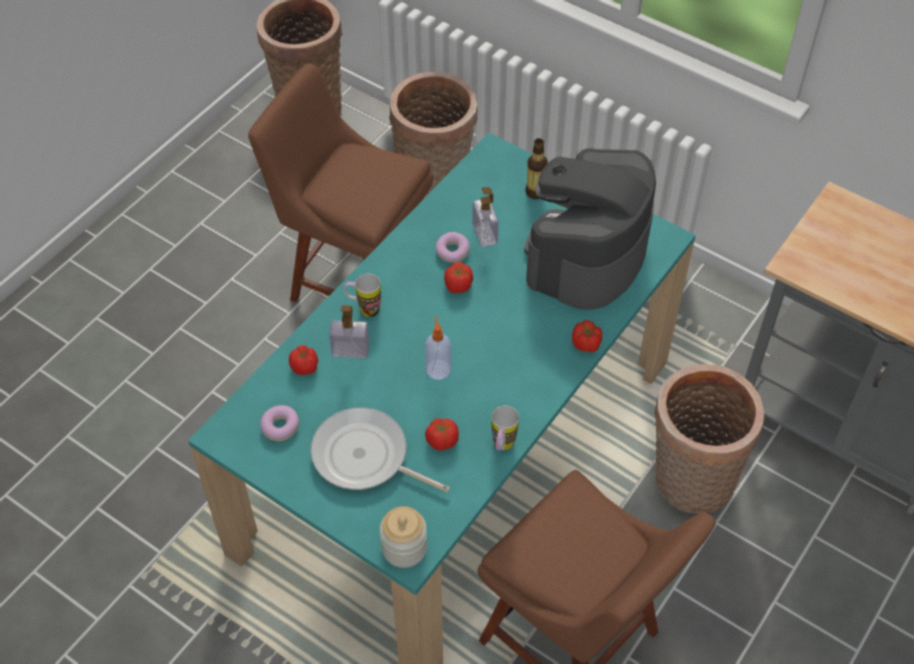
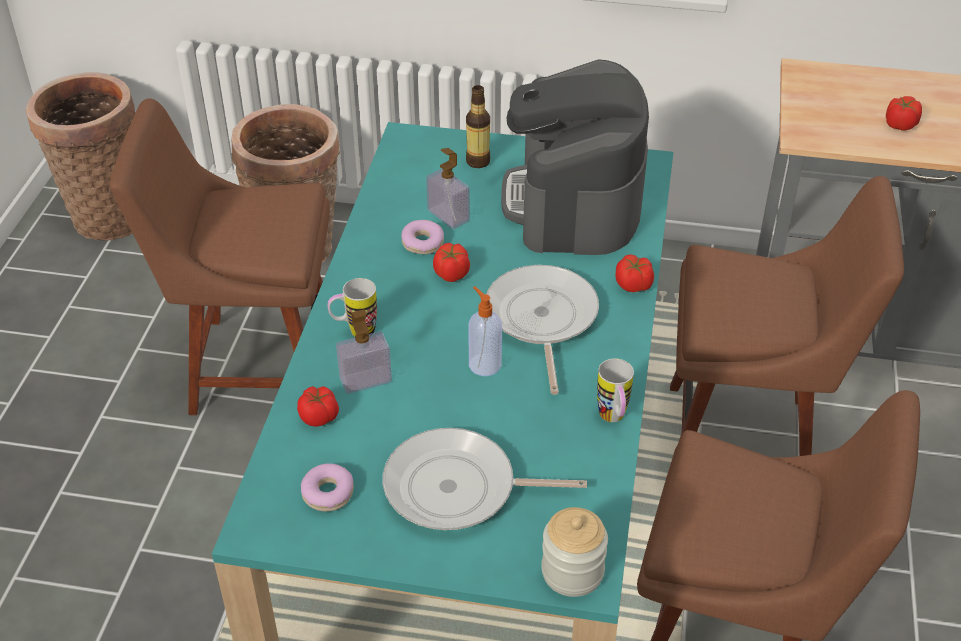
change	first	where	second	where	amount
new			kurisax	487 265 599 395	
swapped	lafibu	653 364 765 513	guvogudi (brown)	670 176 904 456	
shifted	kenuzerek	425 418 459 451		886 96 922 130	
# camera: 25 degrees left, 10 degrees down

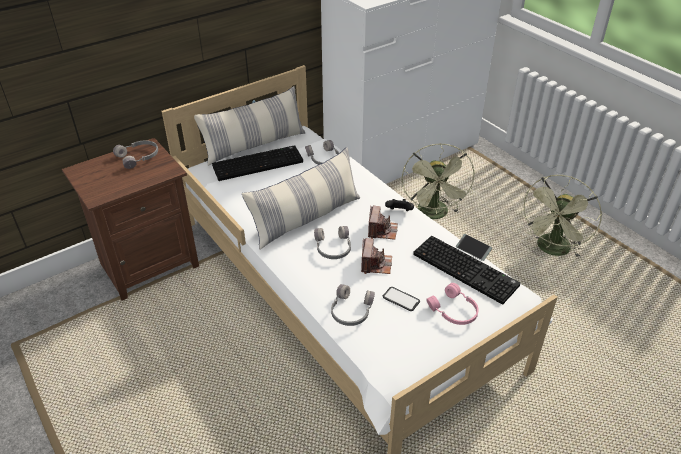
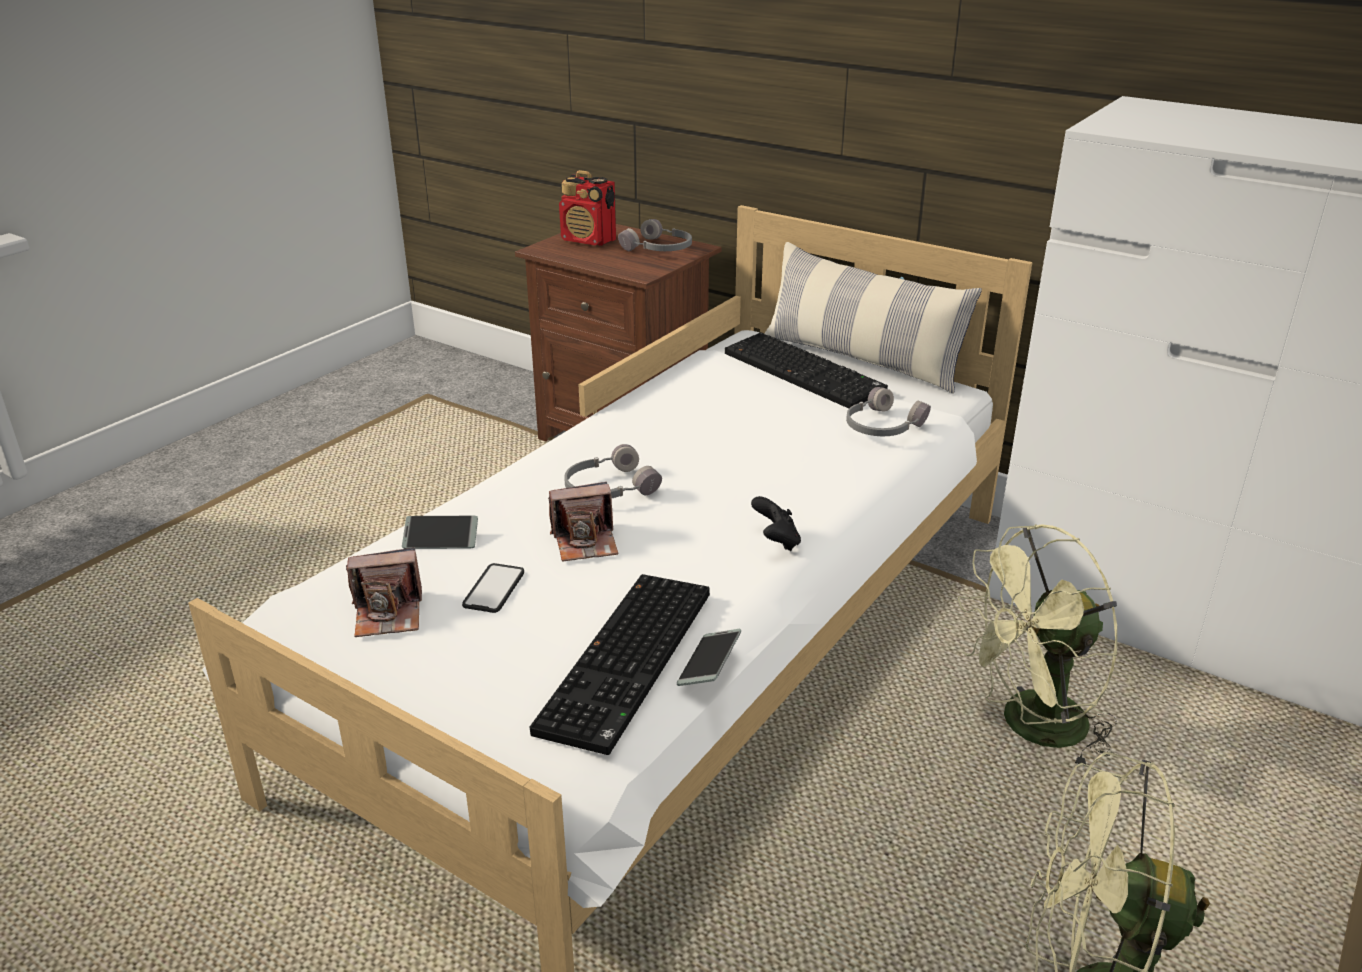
change	first	where	second	where	amount
shifted	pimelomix	368 206 398 240		346 548 422 637	
swapped	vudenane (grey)	331 284 375 326	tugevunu	402 516 478 549	
new			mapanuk	559 170 616 246	
gone	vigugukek	242 147 360 250			
gone	vudenane (pink)	426 283 479 325			
# camera: 70 degrees right, 10 degrees down

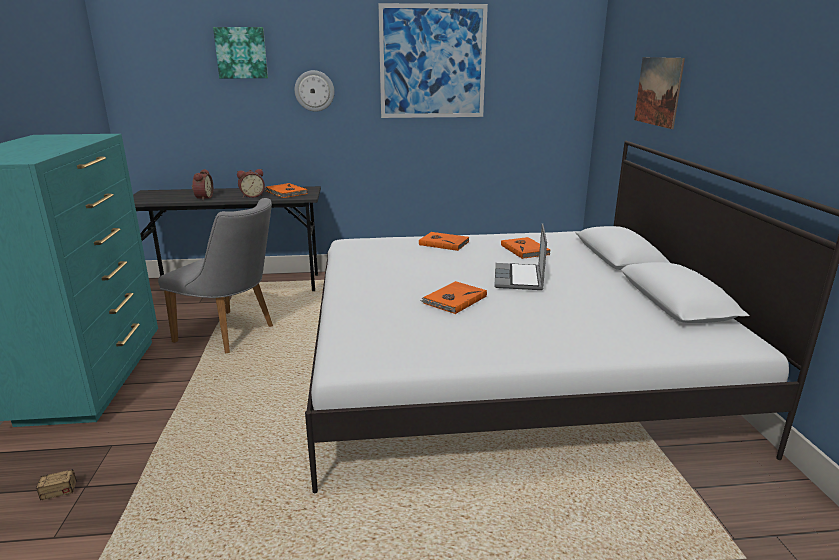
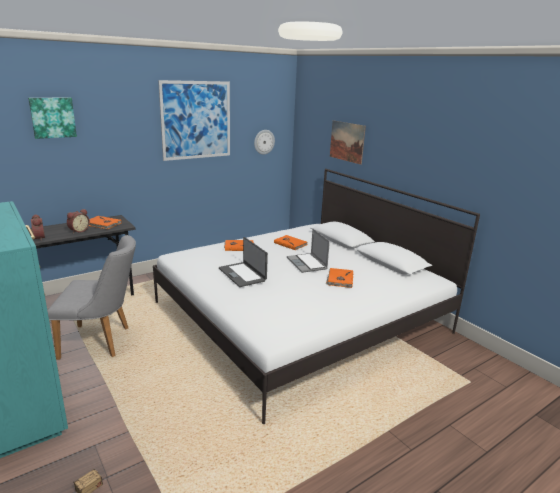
change	first	where	second	where	amount
new			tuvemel	219 237 268 287	
shifted	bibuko	295 70 334 112		254 130 275 155	
shifted	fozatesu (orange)	421 281 487 314		326 268 353 288	
# camera: 30 degrees left, 0 degrees up

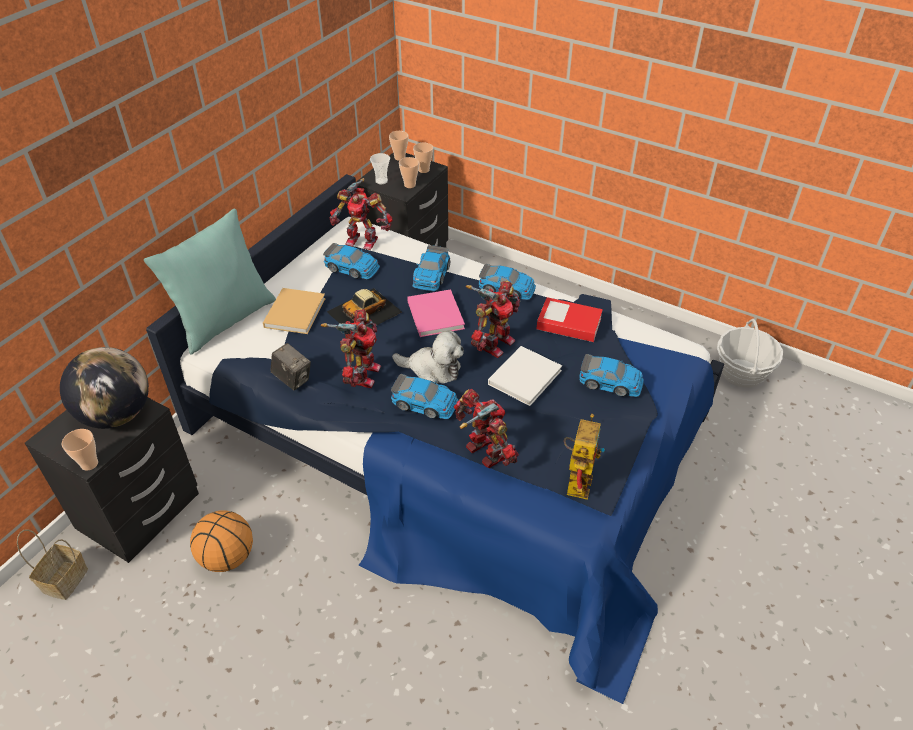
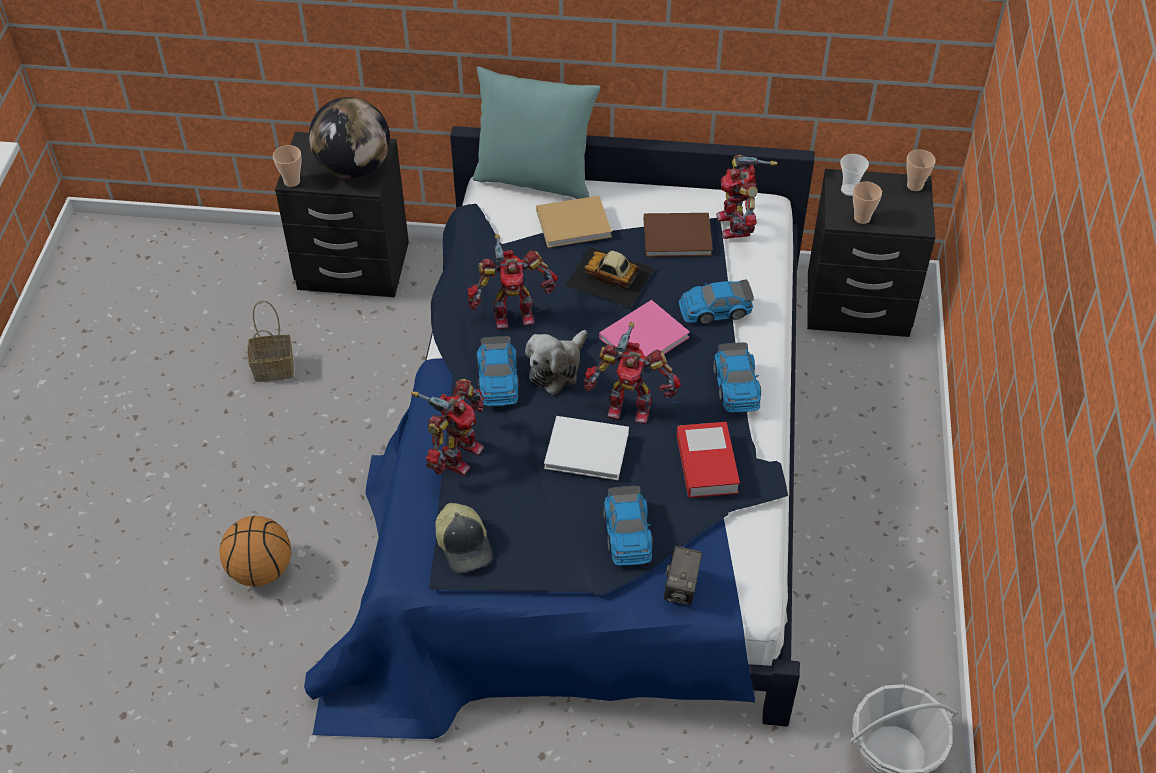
change	first	where	second	where	amount
shifted	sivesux	190 510 253 572		219 516 291 587	
shifted	lafibu	17 529 88 600		247 300 294 382	
swapped	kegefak	564 414 605 500	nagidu	435 503 493 573	
rotated	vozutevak	392 330 464 384		525 330 587 395	45 degrees clockwise
swapped	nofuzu	323 243 380 279	fozatesu (brown)	644 213 713 257	
shifted	pimelomix	270 343 311 390		664 546 703 605	
gone	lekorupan	413 143 433 173			
# camera: 65 degrees right, 5 degrees up

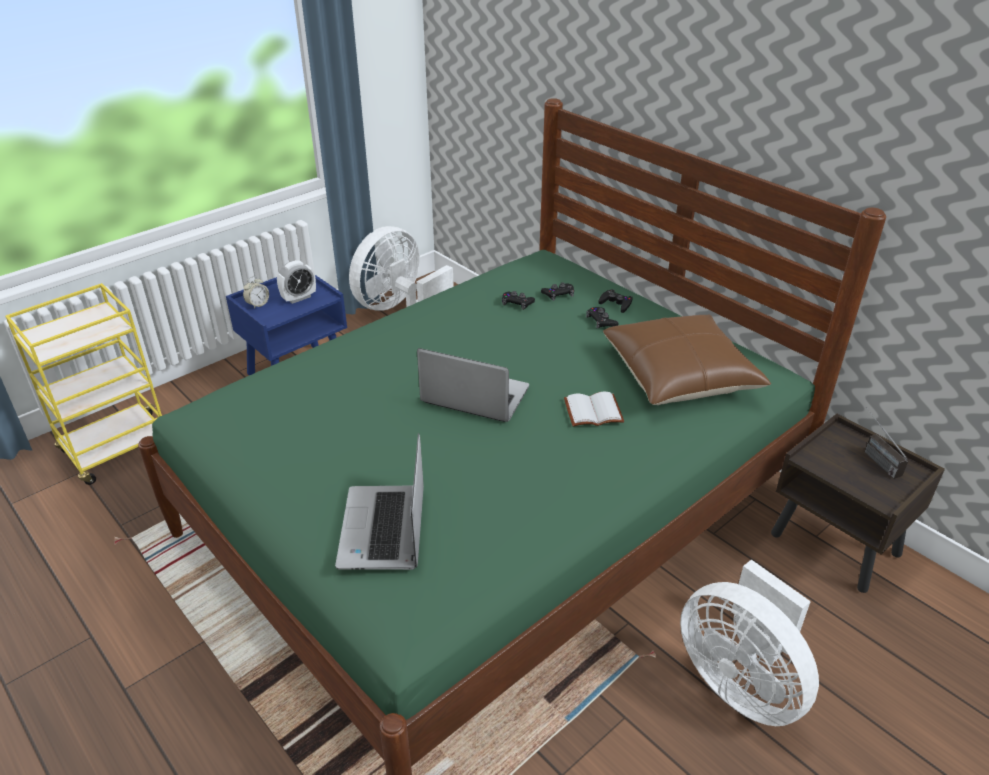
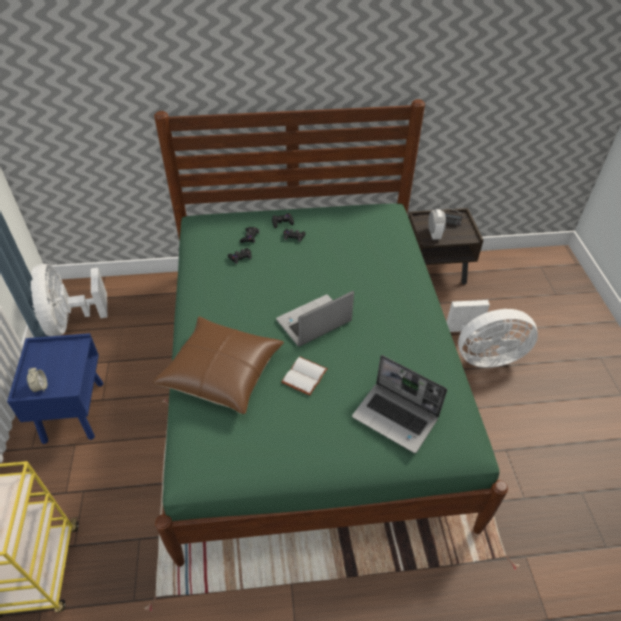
change	first	where	second	where	amount
shifted	vigugukek (brown)	603 315 771 405		153 317 284 414	
shifted	fozatesu (white)	564 392 624 426		281 356 328 396	
shifted	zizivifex	277 260 316 304		428 209 446 240	
# camera: 55 degrees left, 10 degrees up

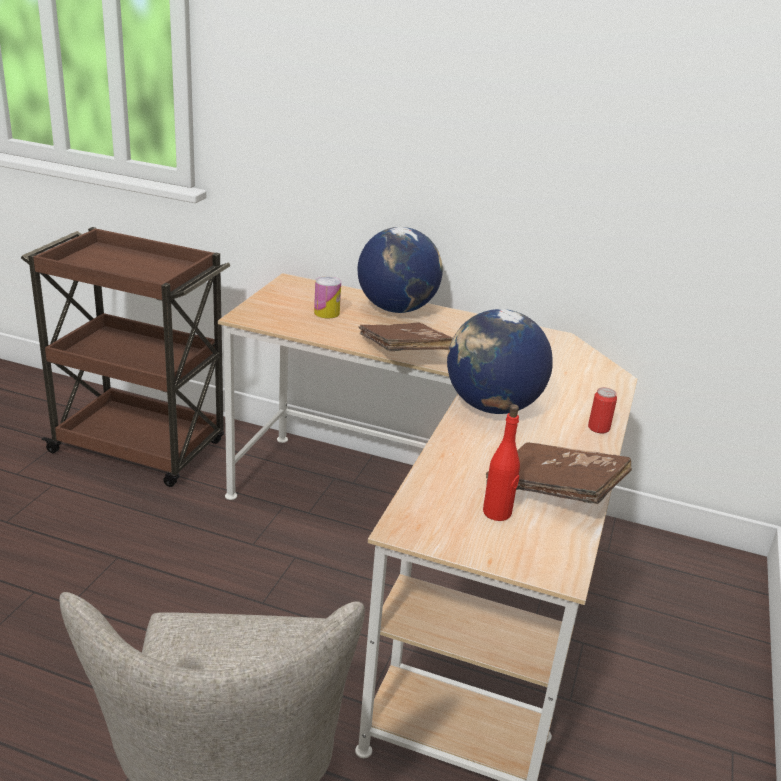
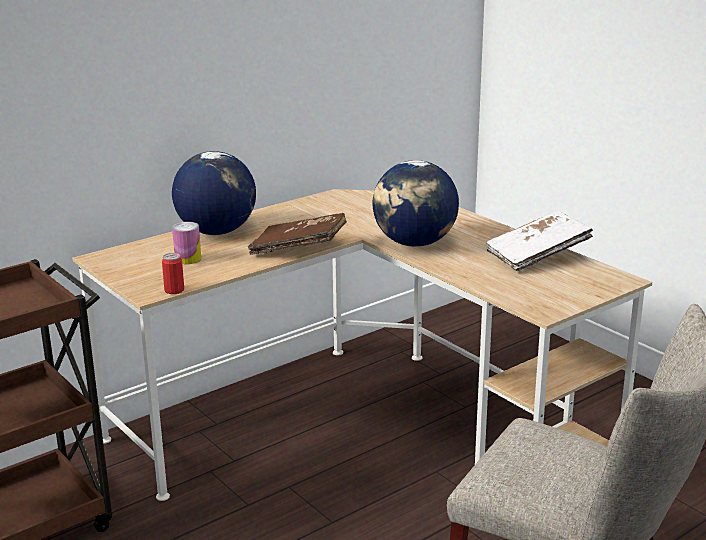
change	first	where	second	where	amount
shifted	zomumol	588 387 617 434		162 253 184 294	
repainted	fozatesu (brown)	486 443 632 504	fozatesu (white)	486 211 593 271	
gone	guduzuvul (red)	483 404 520 521			
# camera: 55 degrees left, 5 degrees down

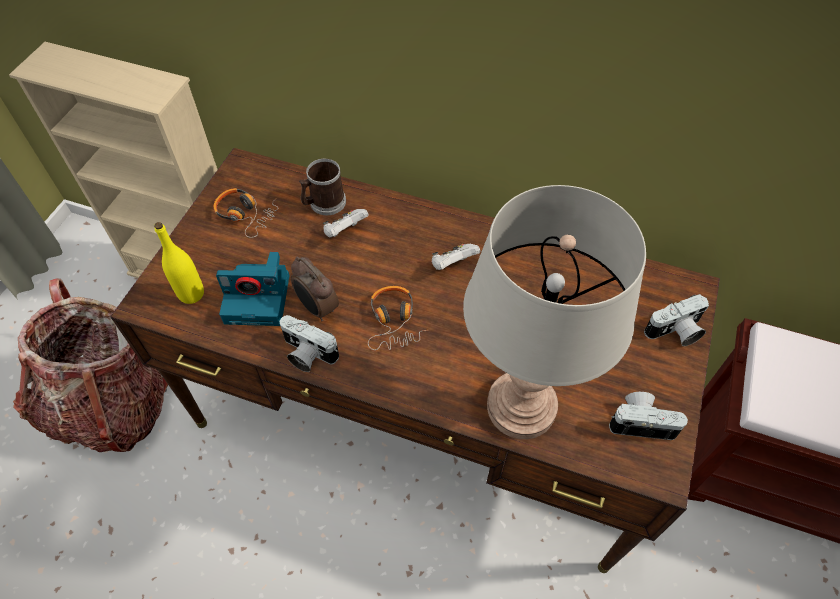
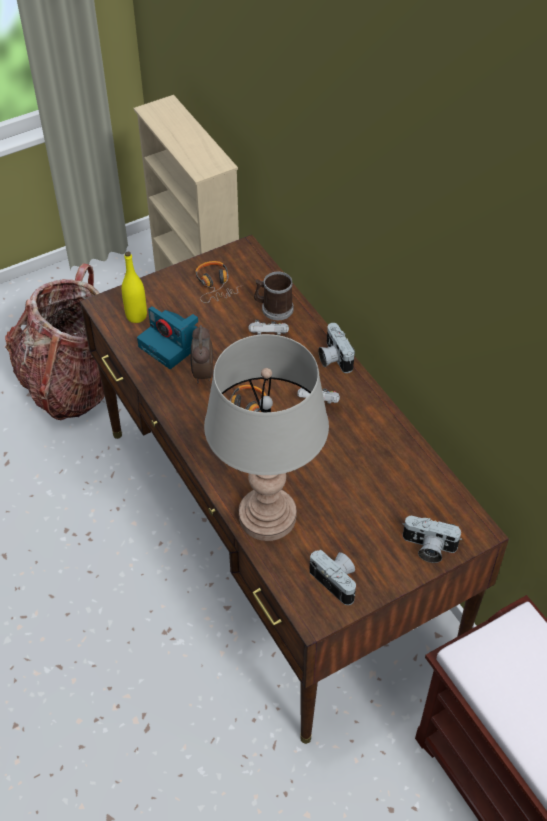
change	first	where	second	where	amount
shifted	pimelomix	280 315 339 372		318 323 355 373	
# camera: 40 degrees right, 5 degrees down

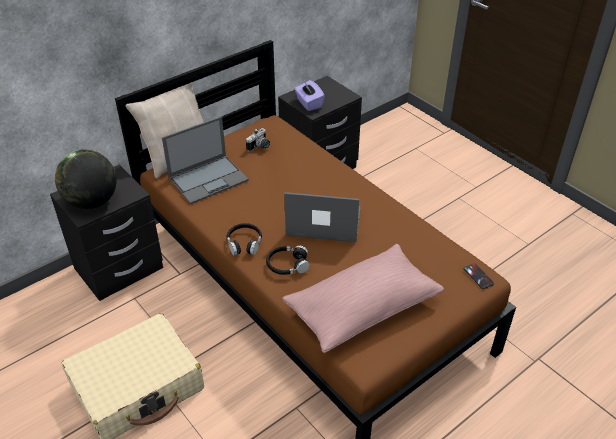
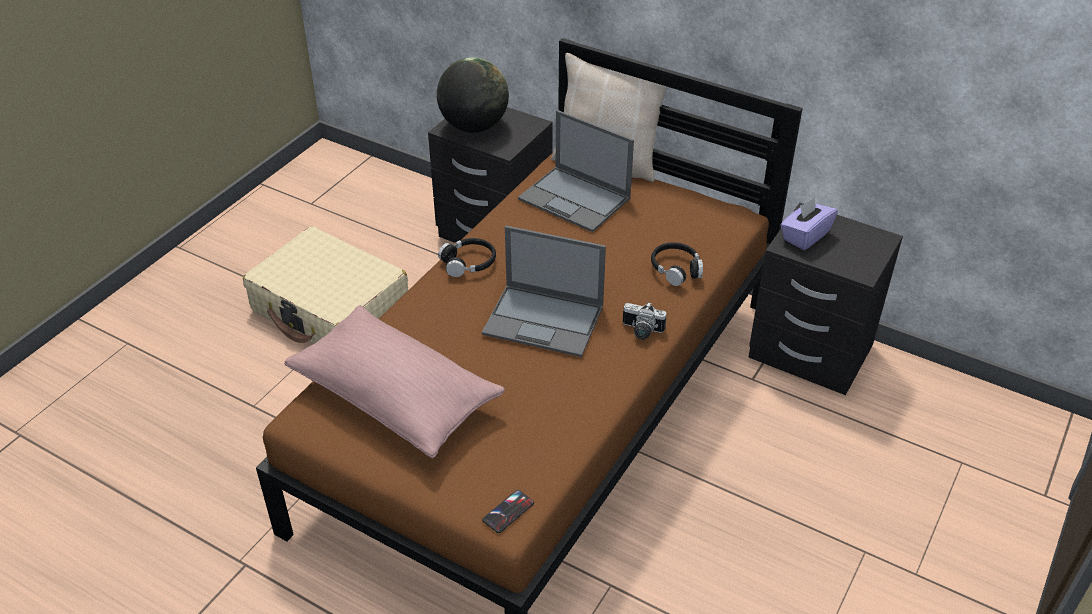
change	first	where	second	where	amount
rotated	tuvemel	284 192 361 242		482 226 606 357	120 degrees clockwise
shifted	pimelomix	246 128 270 151		623 303 667 340	
shifted	vudenane (black)	266 245 310 275		651 242 703 286	
# camera: 70 degrees right, 0 degrees up

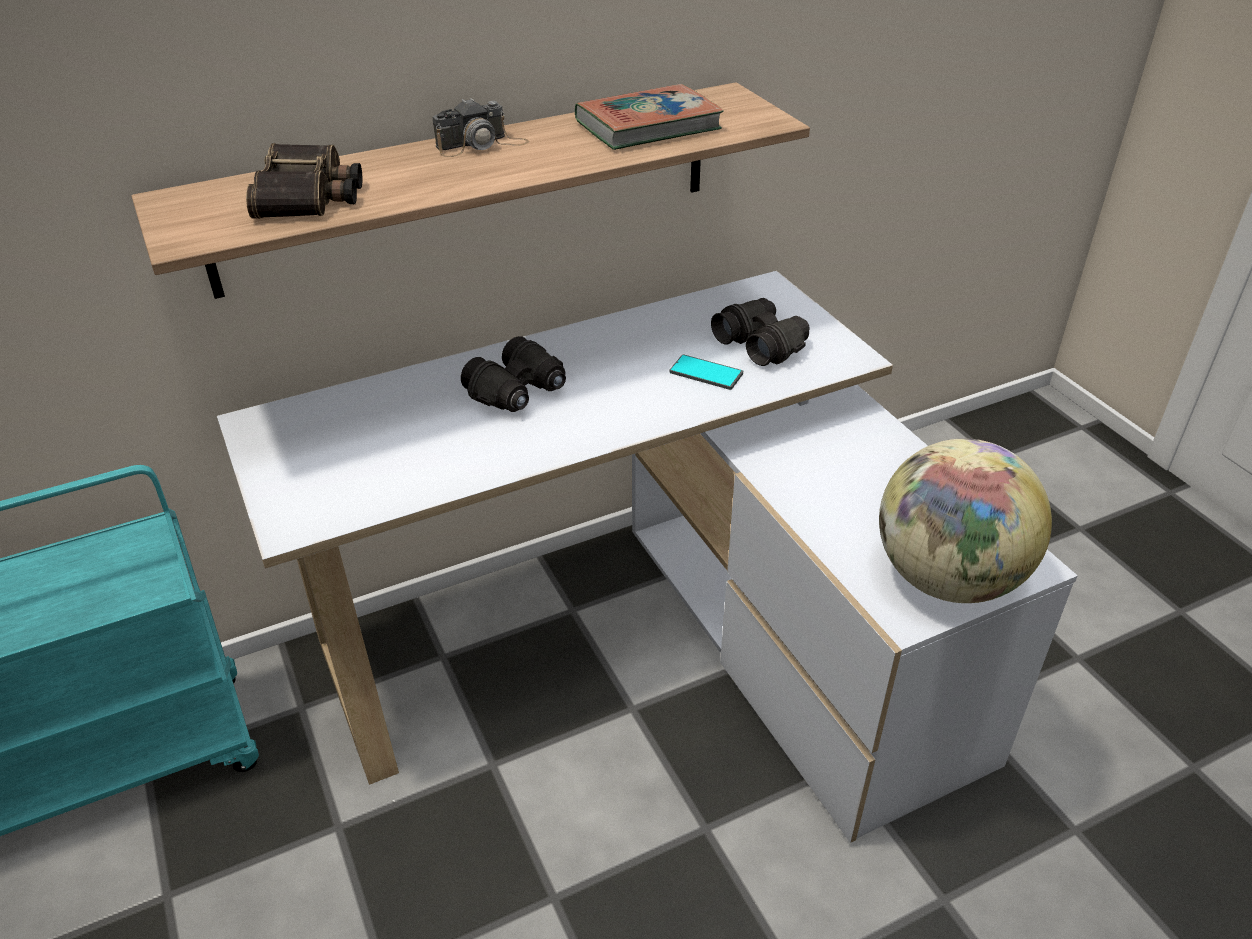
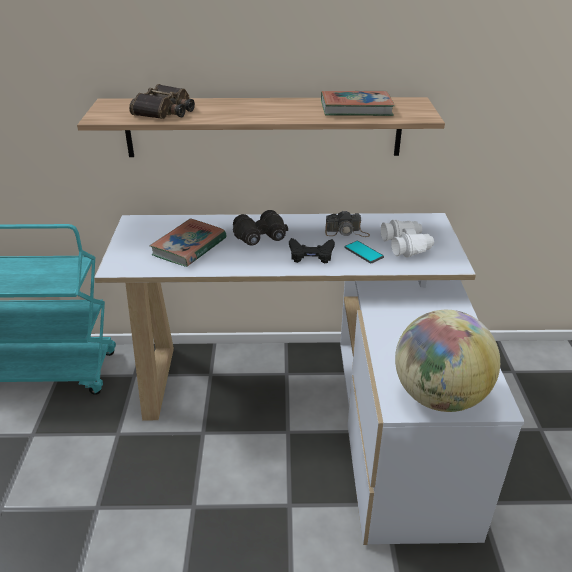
change	first	where	second	where	amount
new			fozatesu	150 219 227 267	
new			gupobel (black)	289 238 335 263	
shifted	pimelomix	433 98 529 157		325 210 370 237	
repainted	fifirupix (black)	711 298 810 366	fifirupix (white)	381 220 434 258	
# camera: 25 degrees right, 5 degrees down

